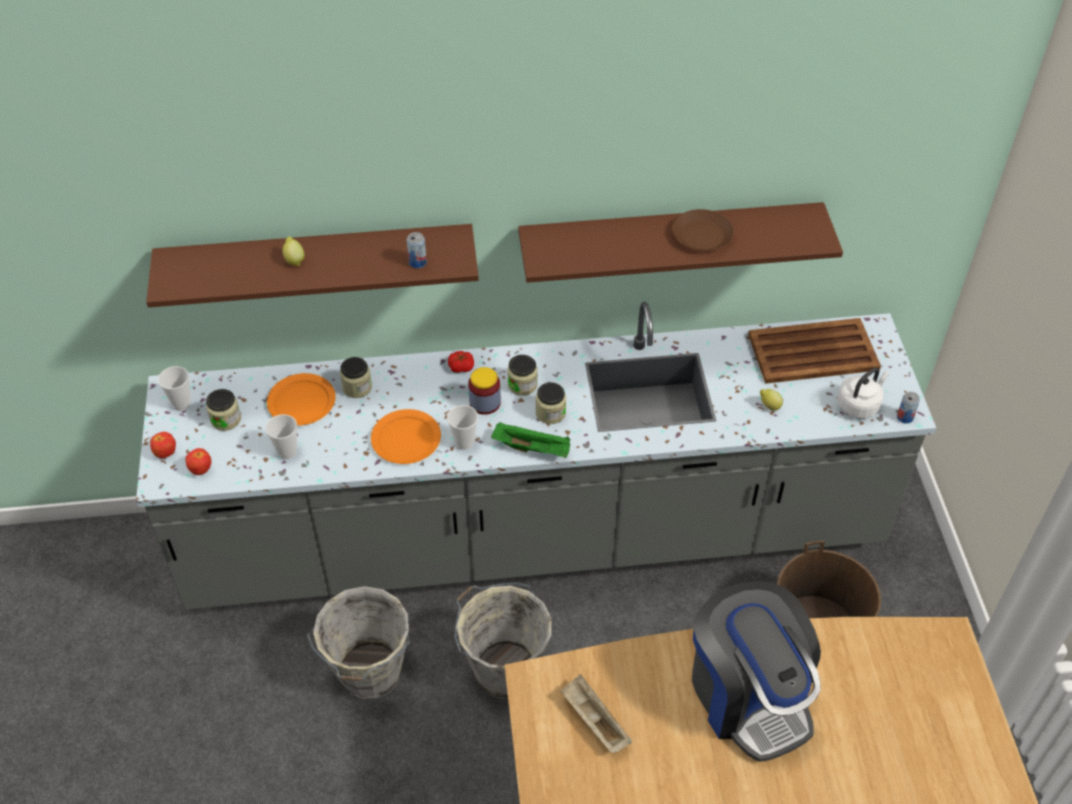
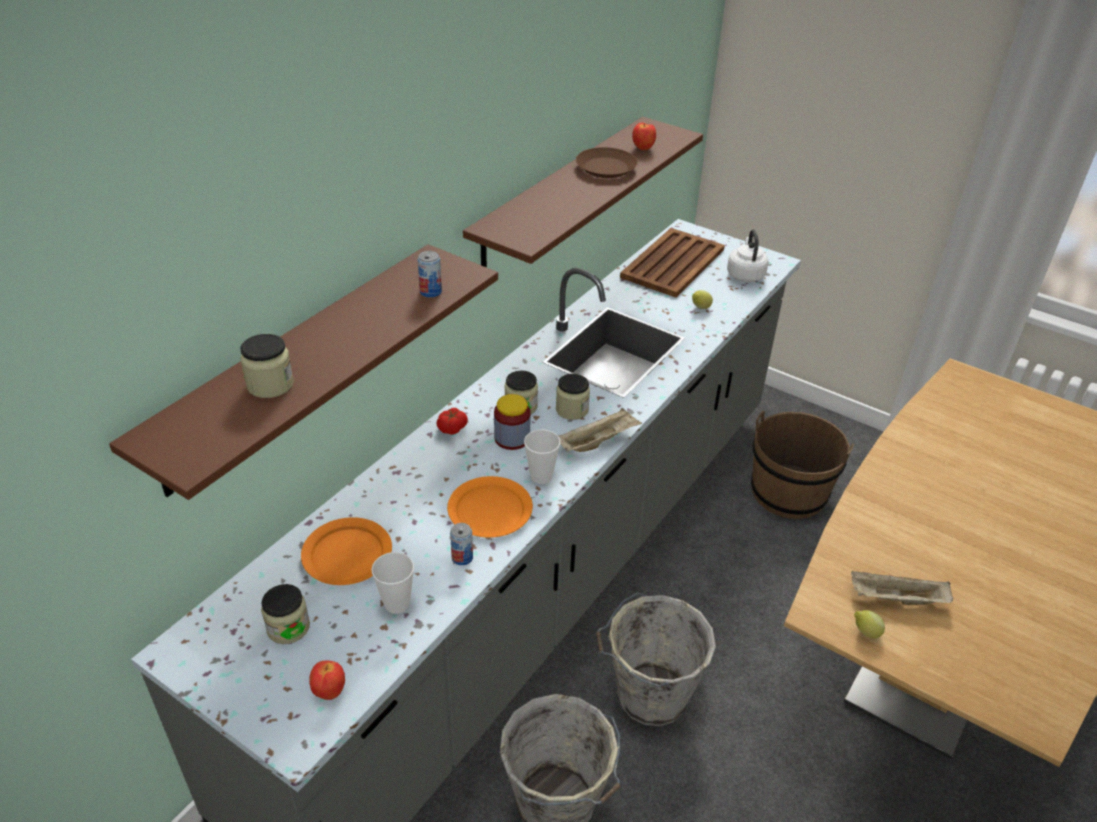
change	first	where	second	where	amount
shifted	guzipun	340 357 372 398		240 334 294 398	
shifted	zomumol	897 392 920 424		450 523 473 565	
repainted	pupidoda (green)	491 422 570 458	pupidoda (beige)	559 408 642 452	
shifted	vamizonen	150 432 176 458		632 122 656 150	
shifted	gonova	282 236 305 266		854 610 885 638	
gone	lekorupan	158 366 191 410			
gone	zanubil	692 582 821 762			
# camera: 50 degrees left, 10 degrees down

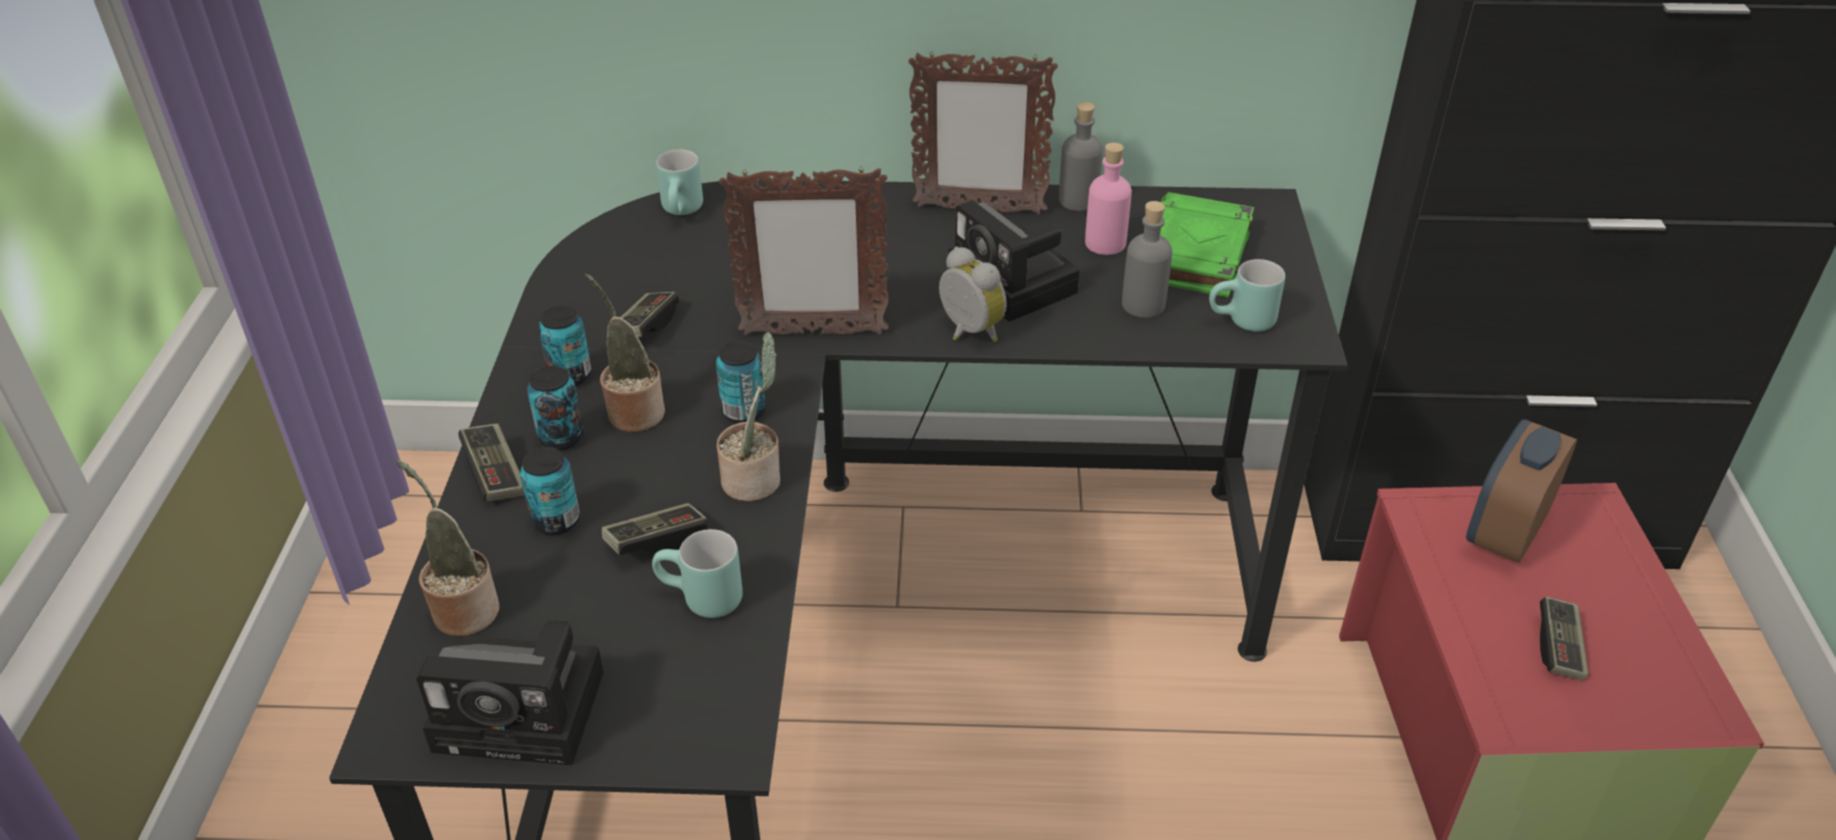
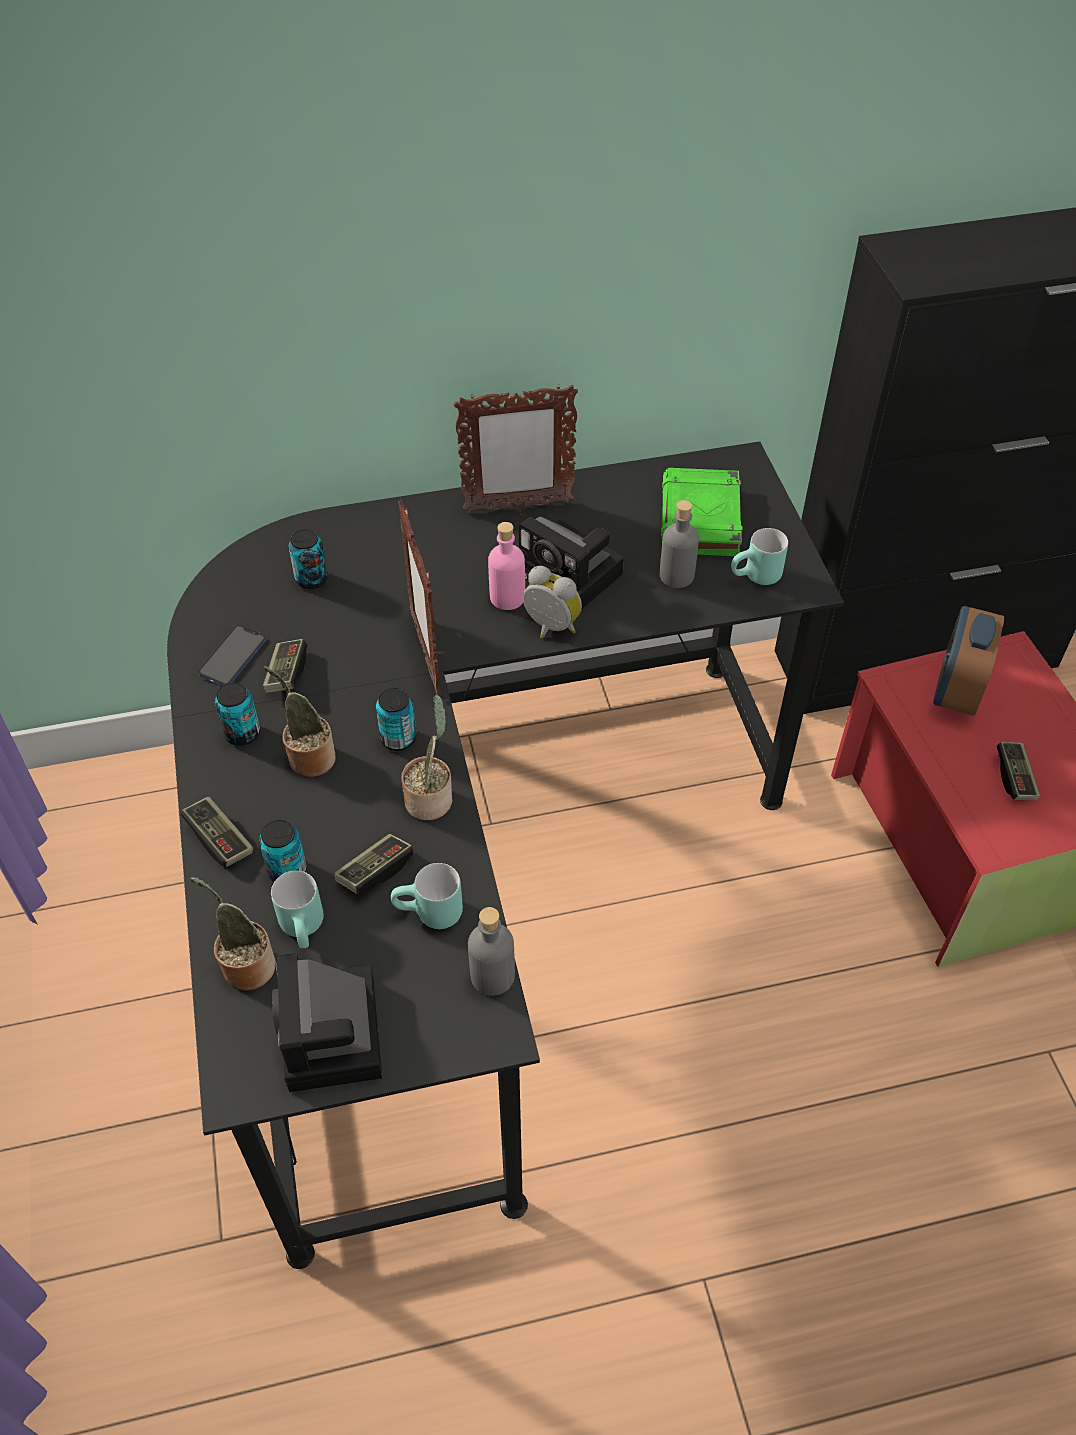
change	first	where	second	where	amount
new			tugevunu	198 625 266 686	
shifted	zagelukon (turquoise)	656 150 703 215		271 871 323 948	
rotated	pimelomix	416 620 604 765		272 953 382 1092	90 degrees clockwise
shifted	zomumol	527 366 584 450		288 529 328 589	
rotated	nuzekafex	719 166 889 335		398 500 441 696	90 degrees clockwise
shifted	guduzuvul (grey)	1059 102 1103 211		468 907 515 996	
shifted	guduzuvul (pink)	1085 142 1132 255		488 522 525 610	
# camera: 15 degrees left, 10 degrees up

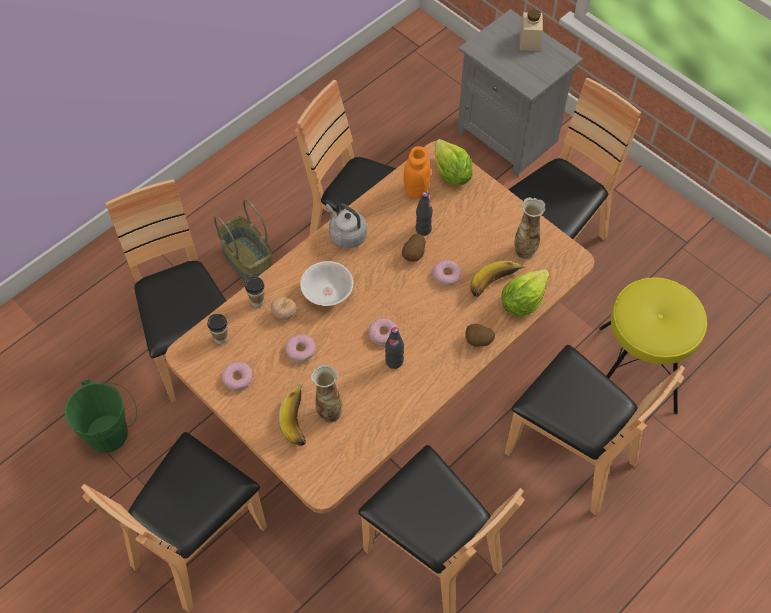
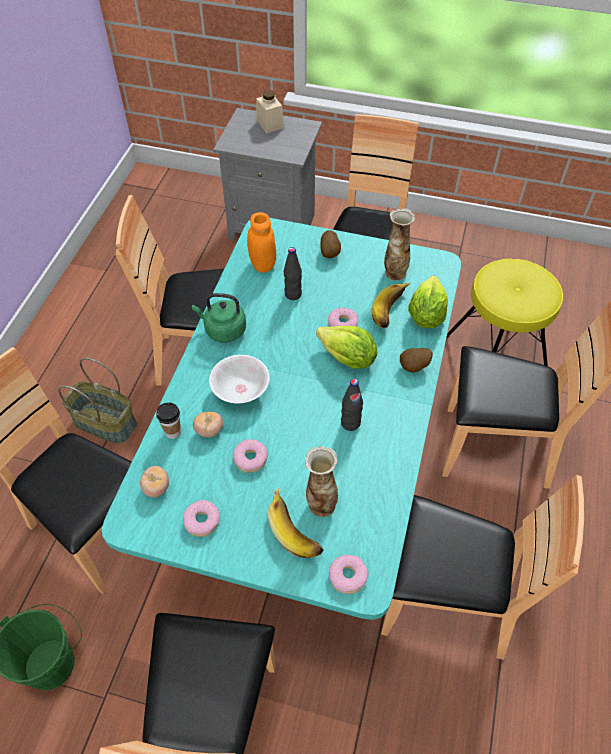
change	first	where	second	where	amount
repainted	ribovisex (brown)	165 141 594 514	ribovisex (turquoise)	102 218 461 620	
swapped	lekorupan	207 314 228 344	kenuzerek	140 466 169 498	
repainted	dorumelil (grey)	326 203 367 249	dorumelil (green)	192 293 246 342	
shifted	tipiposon	435 139 473 186		316 326 377 369	
shifted	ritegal	402 234 426 262		320 230 341 258	
shifted	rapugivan	369 318 398 346		329 555 369 594	
# camera: 30 degrees left, 5 degrees down

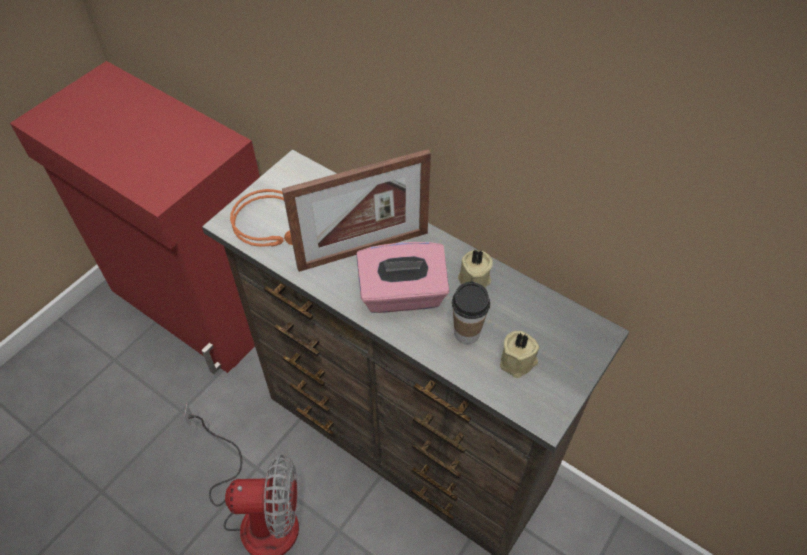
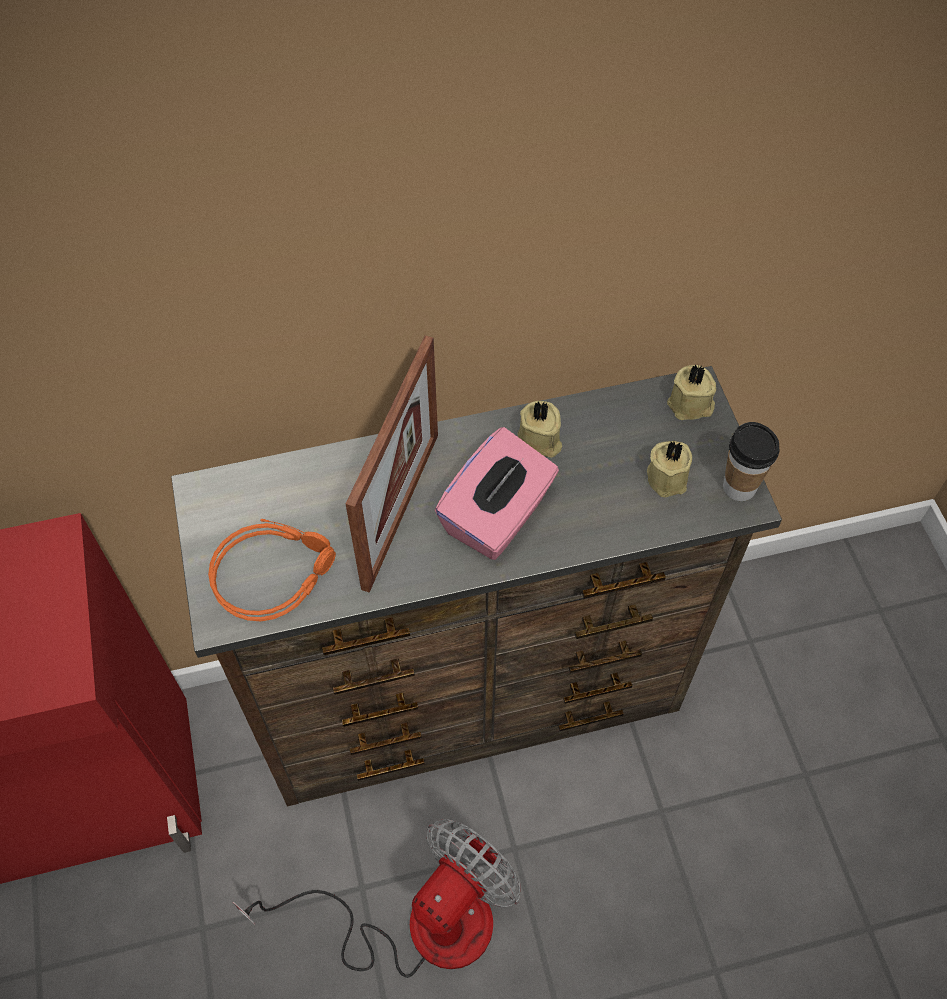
change	first	where	second	where	amount
new			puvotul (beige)	667 364 717 420	
shifted	lekorupan	452 281 490 344		723 422 779 501	
# camera: 50 degrees left, 5 degrees up

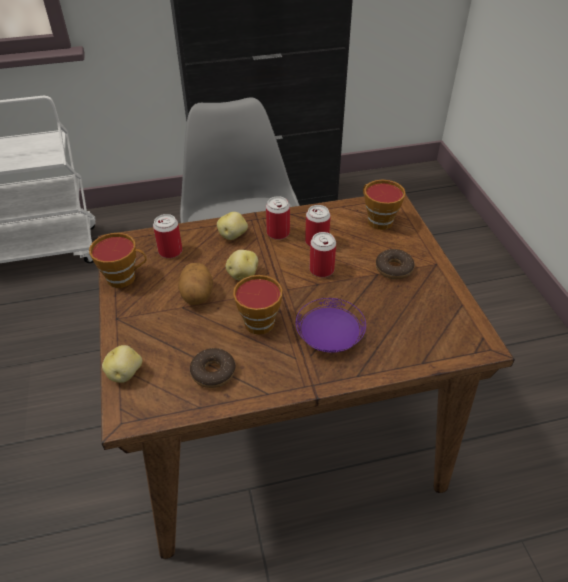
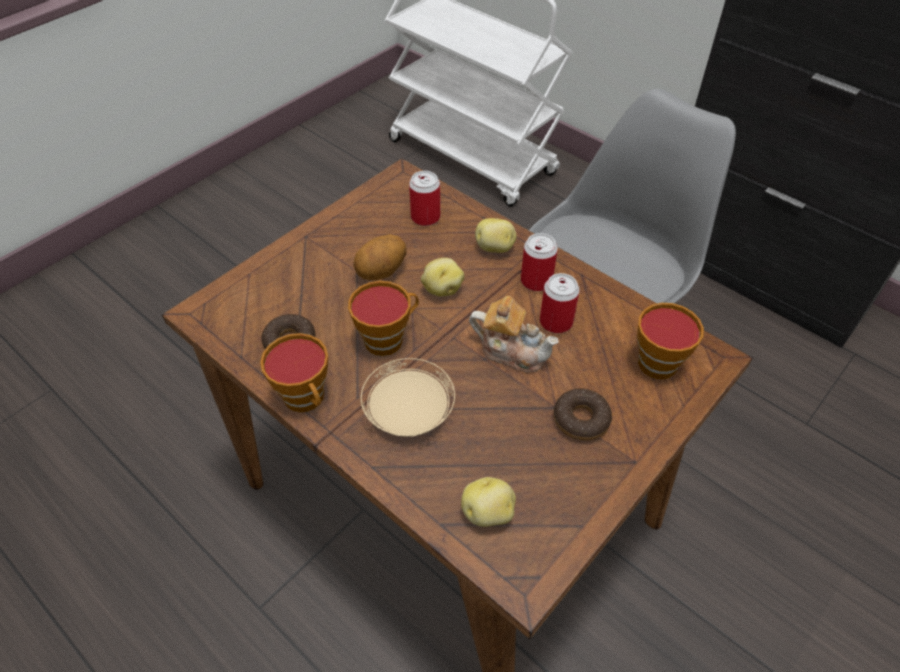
change	first	where	second	where	amount
shifted	lekorupan	89 233 147 288		260 333 328 412	
repainted	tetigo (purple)	296 298 366 353	tetigo (beige)	361 358 455 437	
shifted	ritegal	102 345 142 383		461 477 516 527	
swapped	zomumol	310 232 336 277	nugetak	469 296 559 372	
# camera: 55 degrees right, 5 degrees up

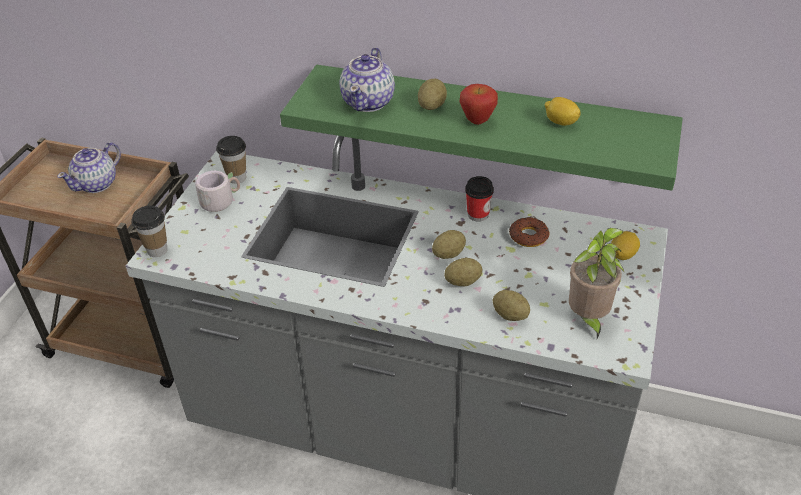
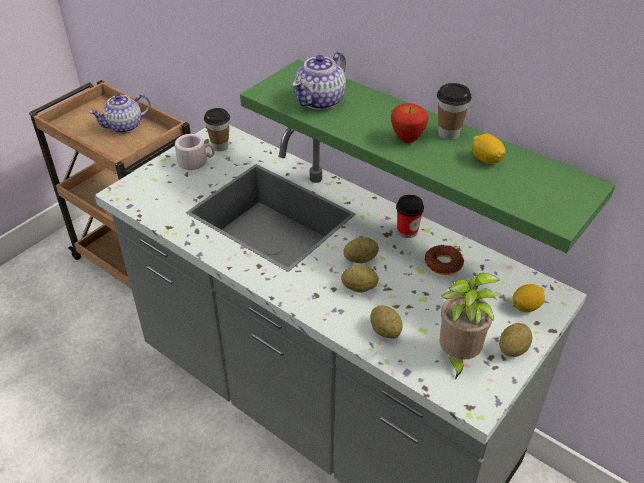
change	first	where	second	where	amount
shifted	lekorupan	132 206 168 257		437 83 471 140	
shifted	ritegal	418 79 447 110		499 323 532 357	
# camera: 20 degrees right, 0 degrees up

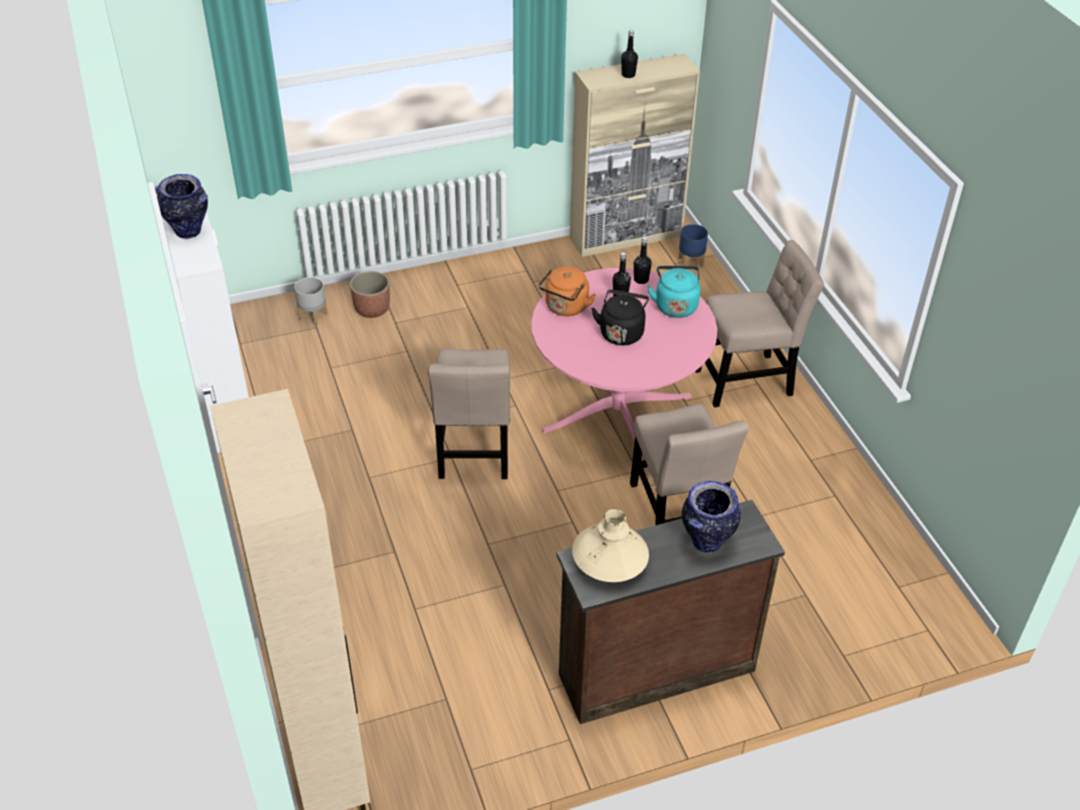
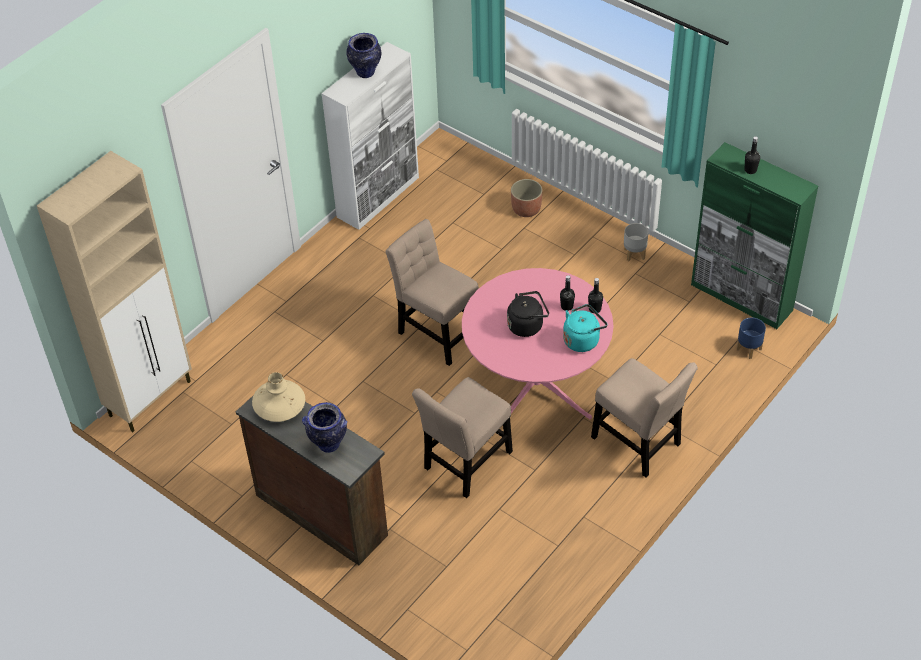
change	first	where	second	where	amount
rotated	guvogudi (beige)	428 349 510 479		386 219 479 366	75 degrees clockwise
shifted	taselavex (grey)	294 277 328 325		624 223 648 261	
repainted	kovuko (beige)	570 53 700 257	kovuko (green)	691 142 818 329	
gone	dorumelil (orange)	539 267 596 316			
# camera: 60 degrees right, 5 degrees up

